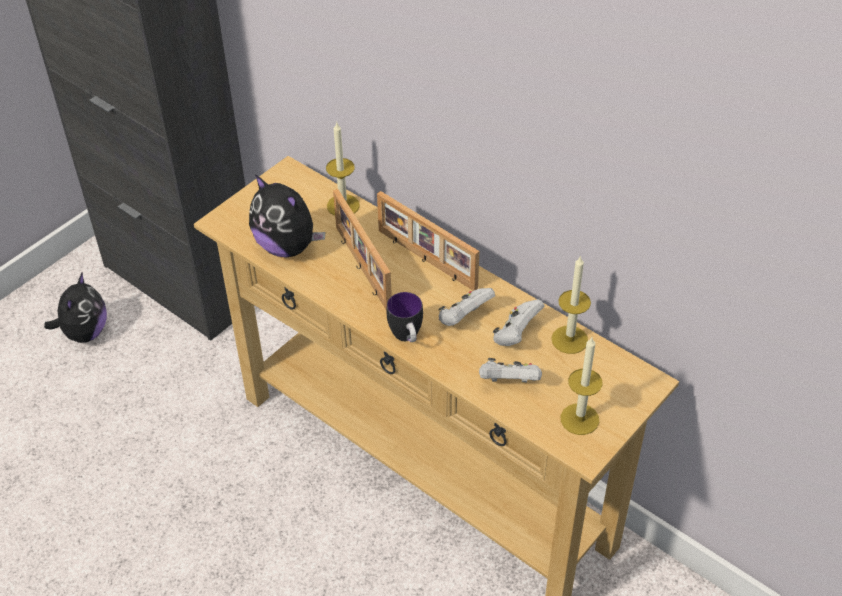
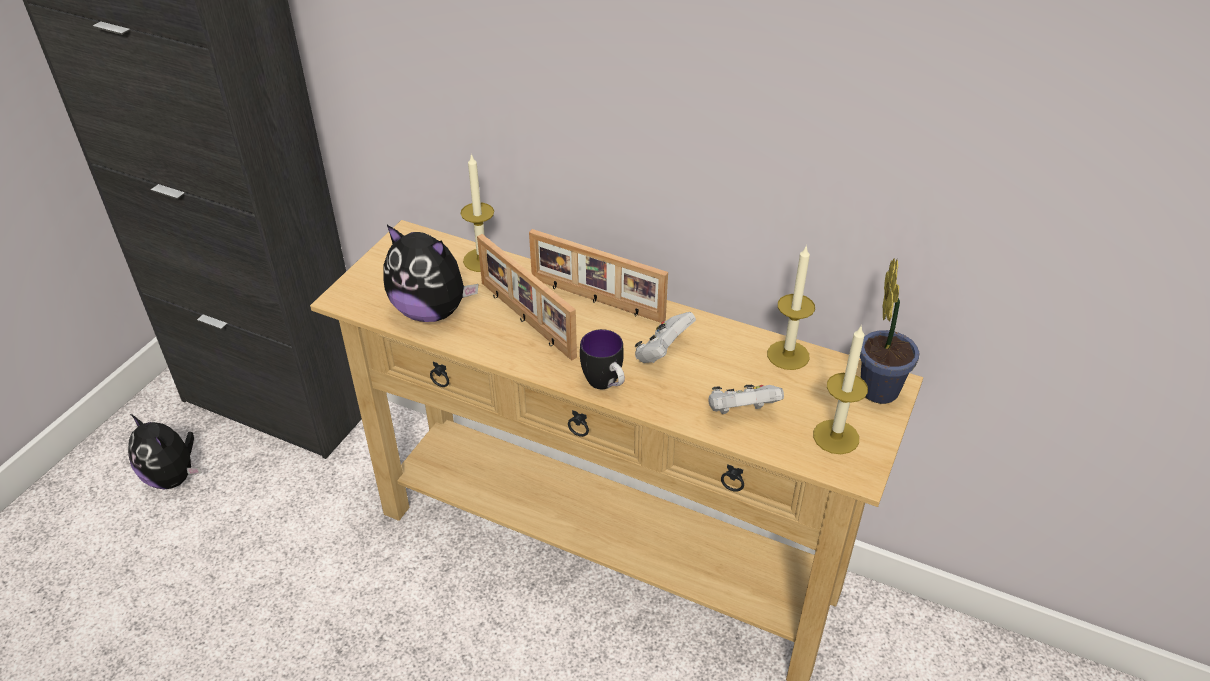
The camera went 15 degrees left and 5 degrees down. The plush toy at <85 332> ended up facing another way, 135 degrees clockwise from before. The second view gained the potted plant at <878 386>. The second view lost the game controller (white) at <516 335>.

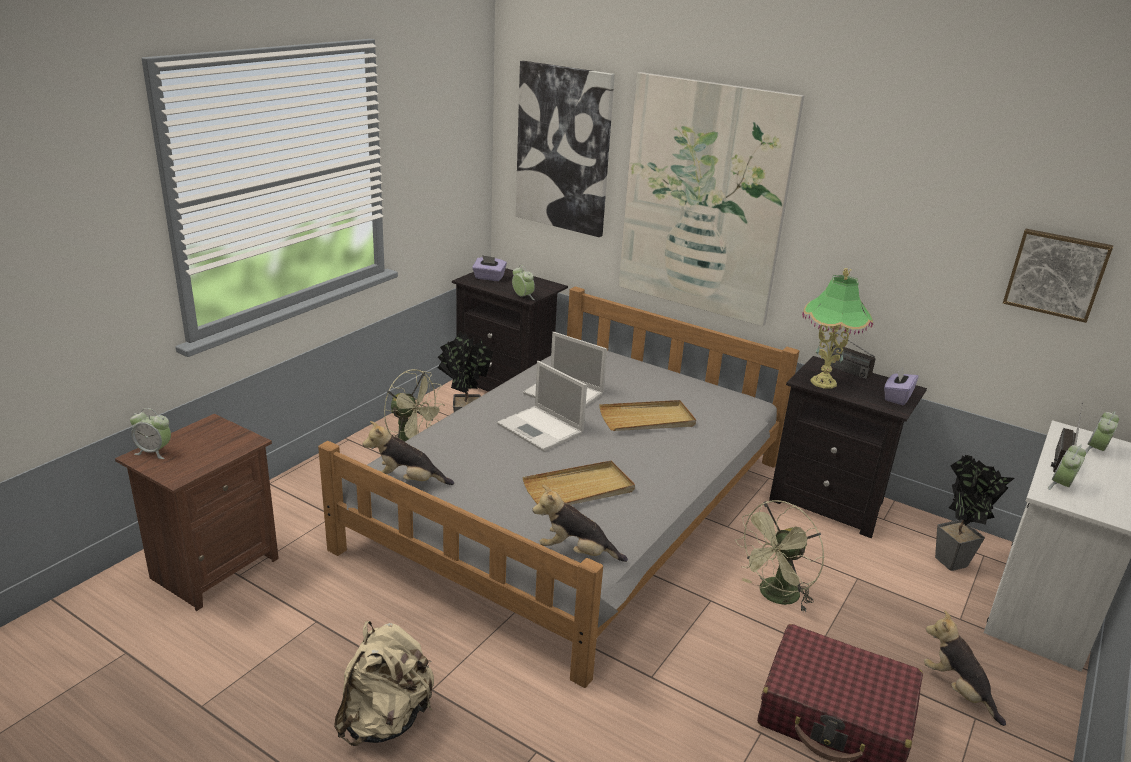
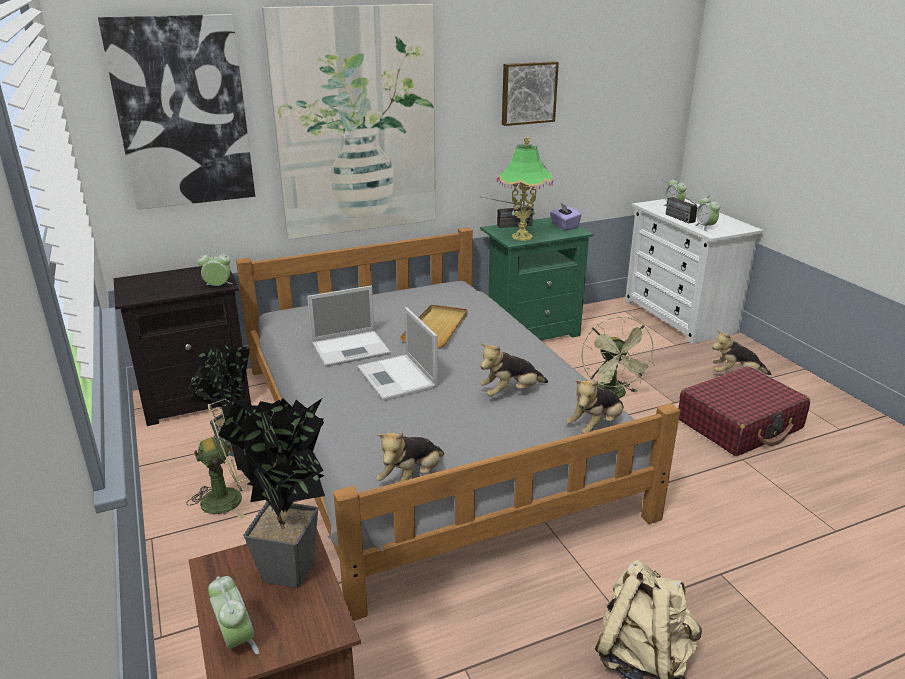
The camera went 55 degrees left and 0 degrees up. The alarm clock at <154 452> ended up facing another way, 75 degrees counterclockwise from before. The potted plant ended up elsewhere, having gone from <952 565> to <294 576>. The laptop at <541 429> ended up facing another way, 75 degrees clockwise from before. What was the nightstand (black) at <831 502> turned into the nightstand (green) at <530 331>. Where the tray (beige) stood at <579 489>, the plush toy came to stand at <511 392>. The picture ended up elsewhere, having gone from <1056 274> to <528 93>. The second view lost the tissue box (purple) at <489 278>.

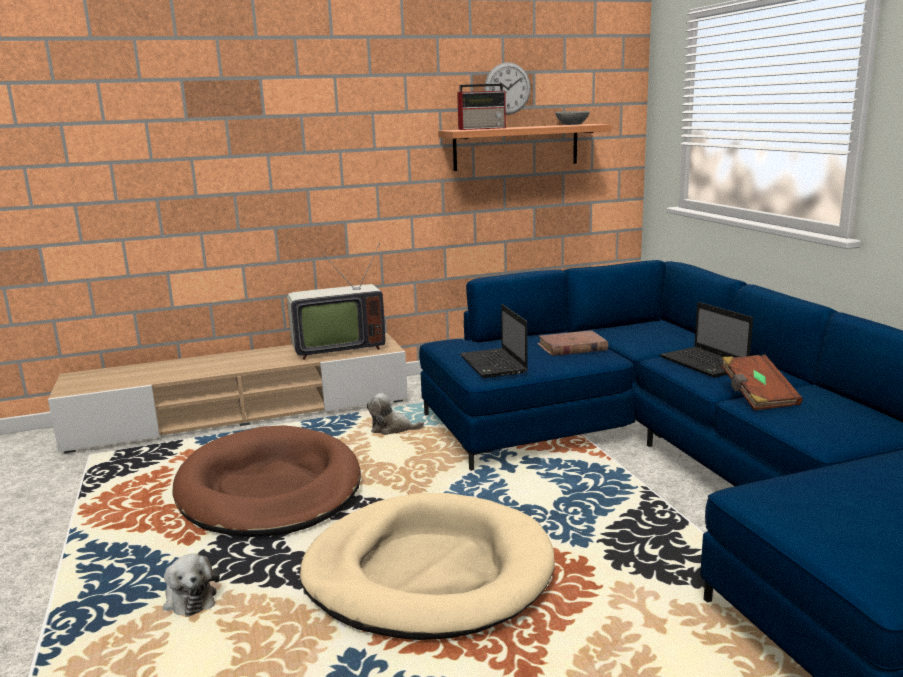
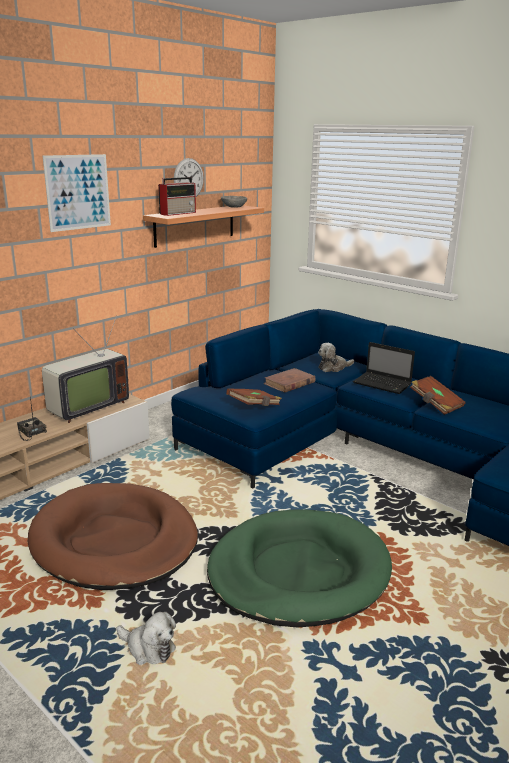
The camera went 30 degrees left and 5 degrees up. The second view gained the radio at <30 432>. The second view gained the picture at <78 192>. What was the dog bed (beige) at <428 572> turned into the dog bed (green) at <298 572>. Where the laptop stood at <494 365>, the book (brown) came to stand at <254 406>. The plush toy ended up elsewhere, having gone from <392 429> to <333 368>.

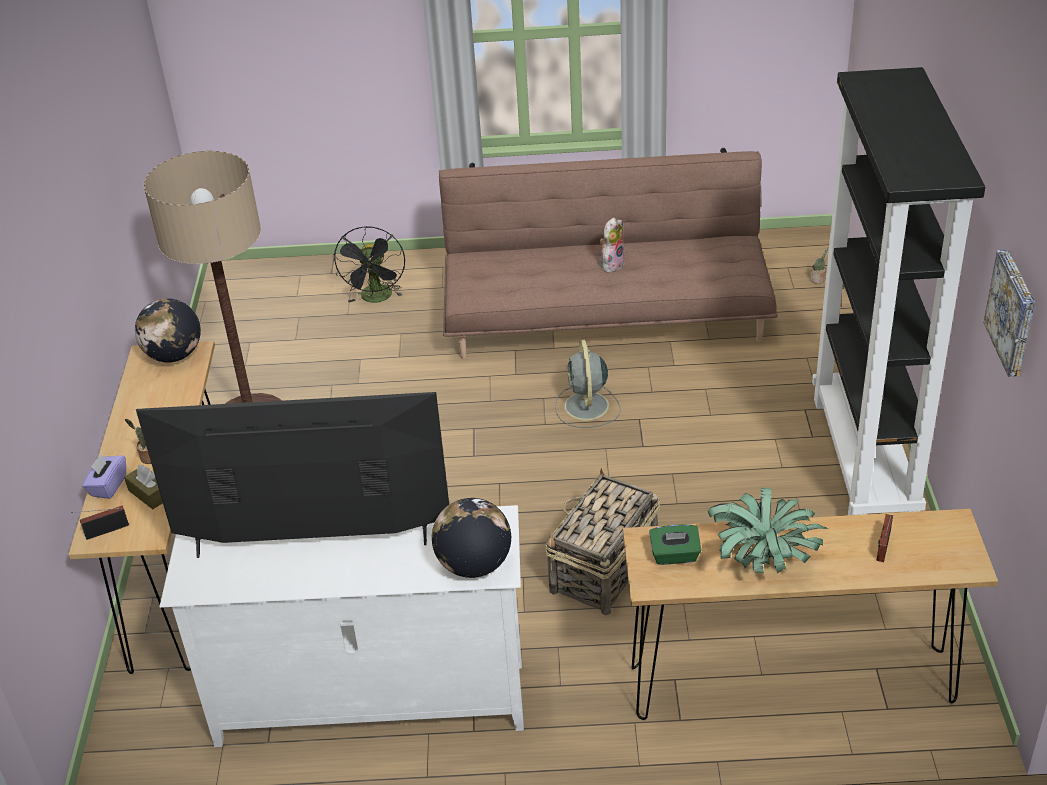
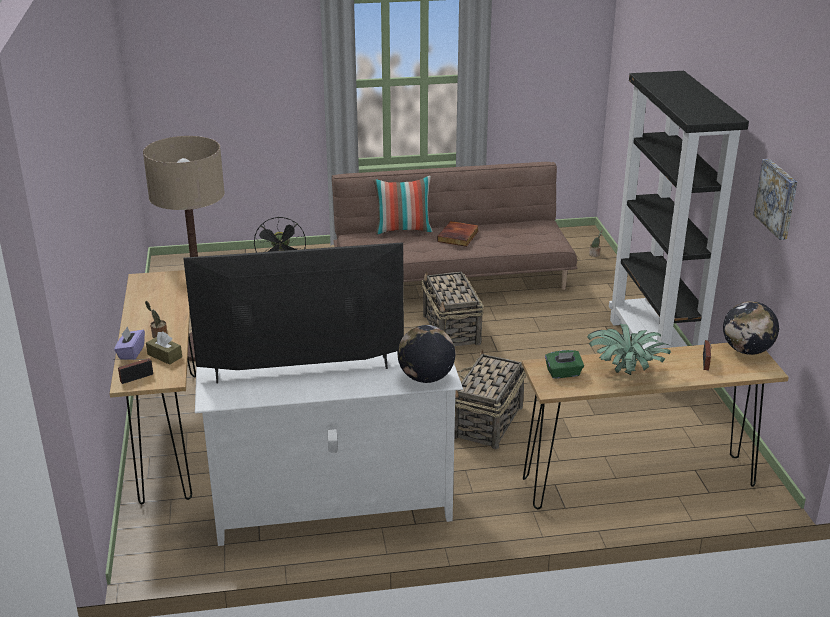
The camera went 10 degrees left and 10 degrees down. The second view gained the pillow at <403 230>. Where the fan (grey) stood at <587 407>, the basket came to stand at <451 330>. Where the plush toy stood at <611 264>, the book came to stand at <458 236>. The globe ended up elsewhere, having gone from <174 355> to <746 350>.

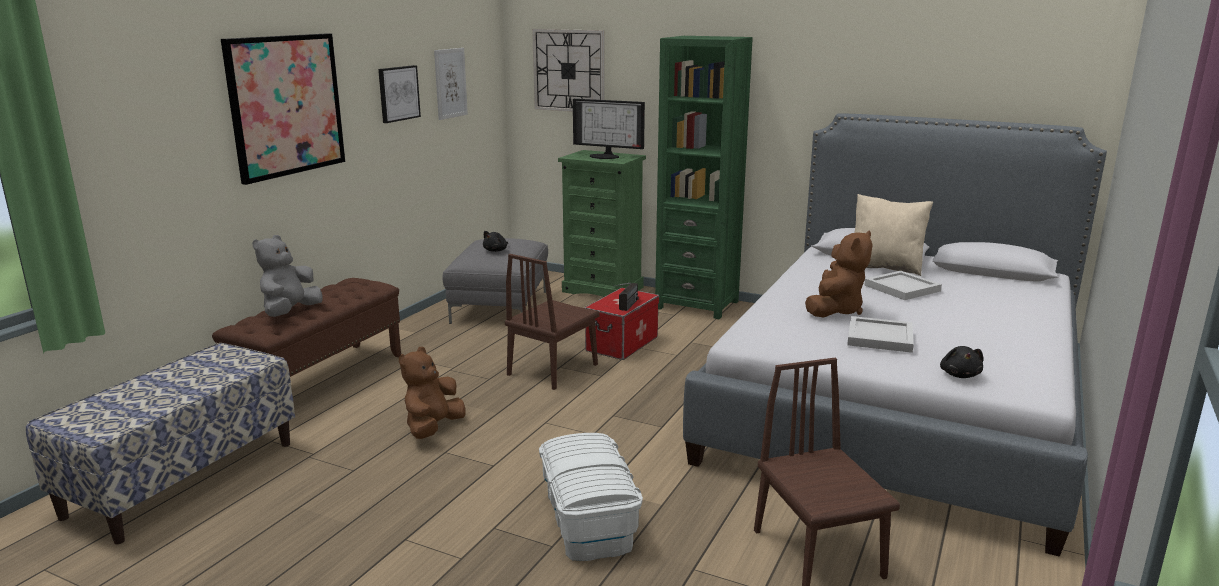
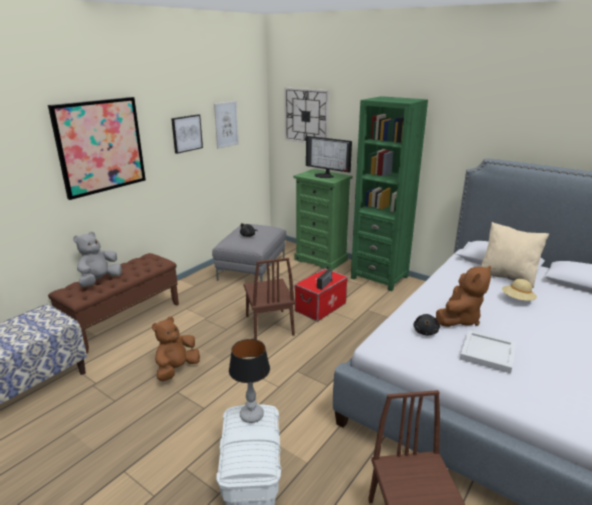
The camera went 10 degrees right and 5 degrees up. The second view gained the table lamp at <251 415>. The chair (brown) at <553 369> ended up facing another way, 60 degrees counterclockwise from before. The plush toy (black) ended up elsewhere, having gone from <960 375> to <425 332>. Where the tray (white) stood at <903 288>, the hat (beige) came to stand at <517 300>.

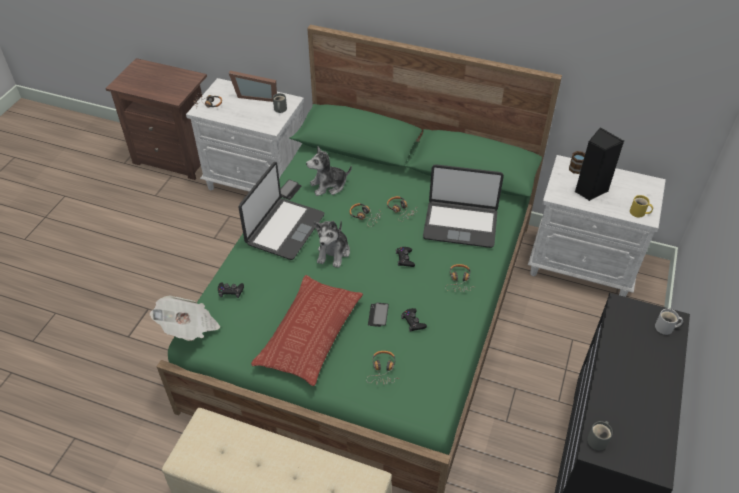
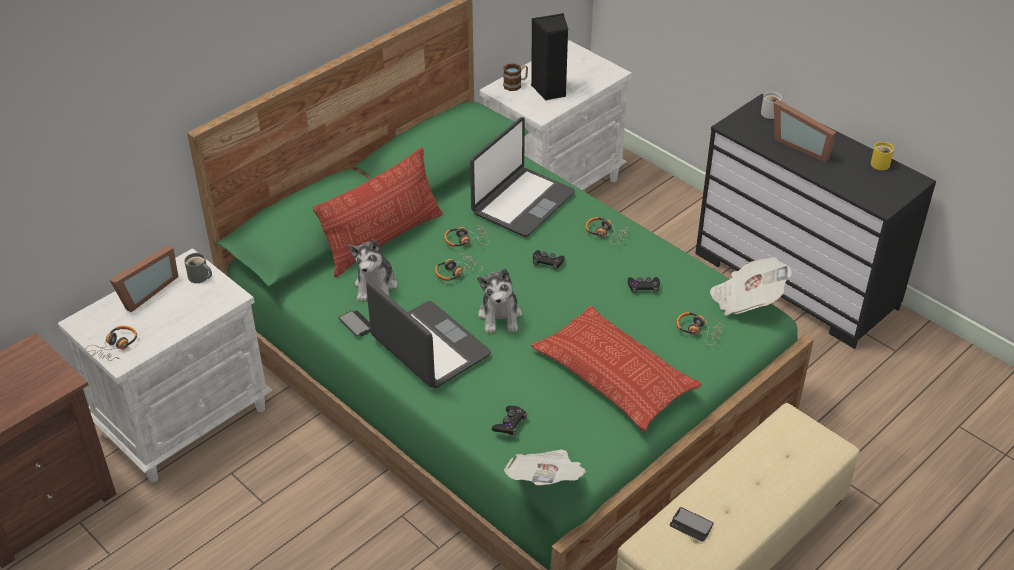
The camera went 65 degrees left and 5 degrees down. The second view gained the pillow at <383 240>. The plush toy at <333 253> ended up facing another way, 45 degrees clockwise from before. The phone ended up elsewhere, having gone from <378 315> to <691 525>. The second view gained the newspaper at <746 300>. The second view gained the picture frame at <802 145>. The mug (yellow) ended up elsewhere, having gone from <638 213> to <882 164>. The second view lost the mug (grey) at <598 440>.

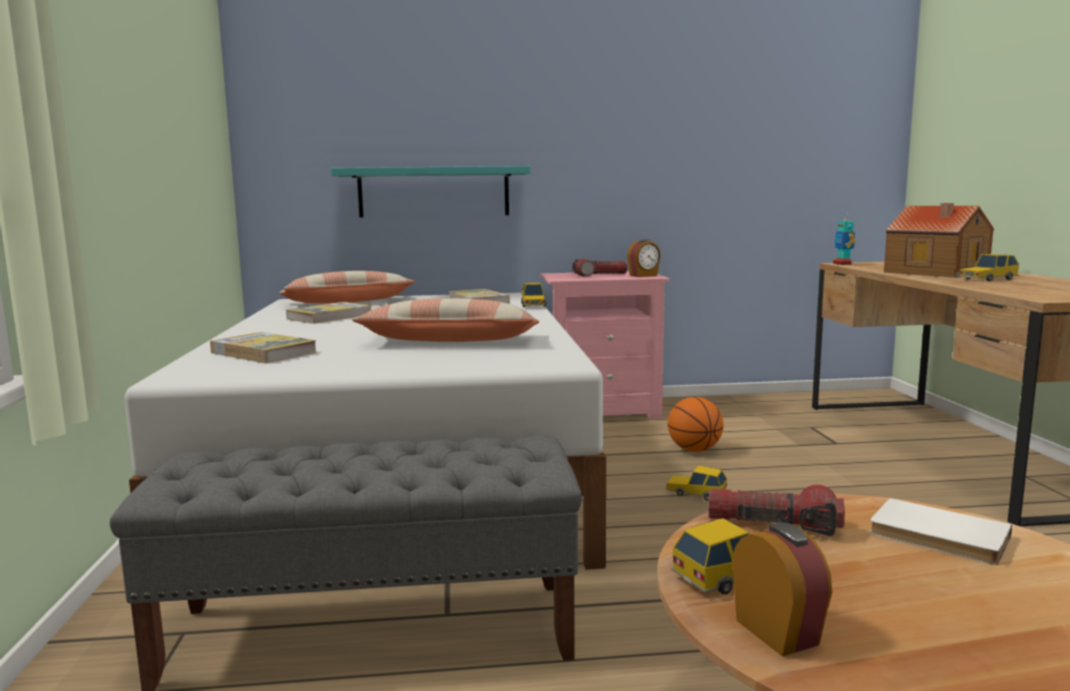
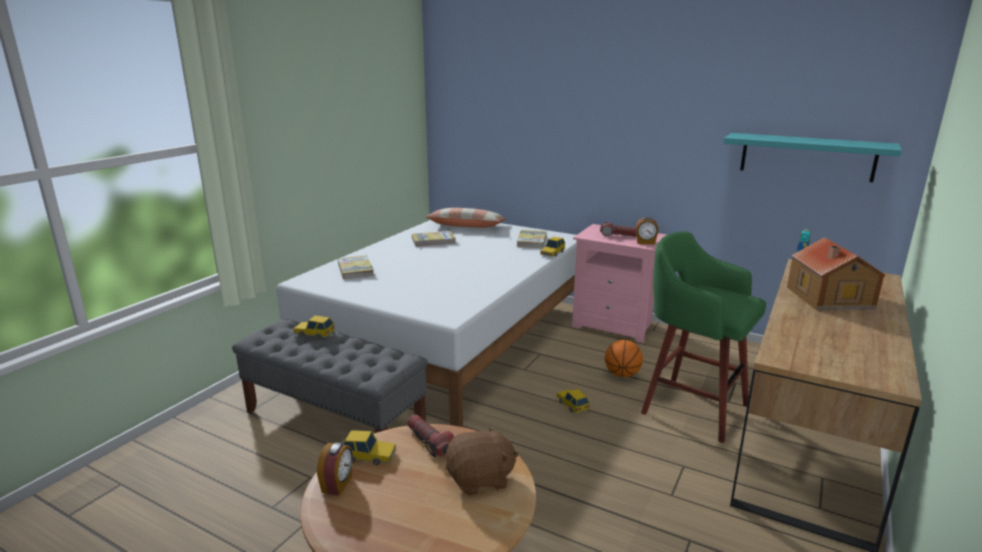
The camera went 35 degrees right and 10 degrees up. The toy car ended up elsewhere, having gone from <987 279> to <314 333>. Where the book (white) stood at <937 537>, the plush toy (brown) came to stand at <480 479>. The second view gained the stool (green) at <691 407>. The shelf (turquoise) ended up elsewhere, having gone from <434 192> to <807 157>. The second view lost the pillow at <450 341>.

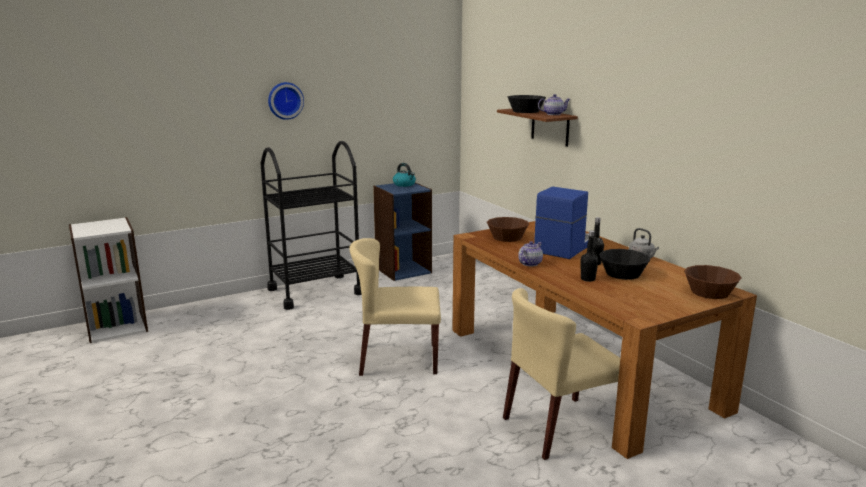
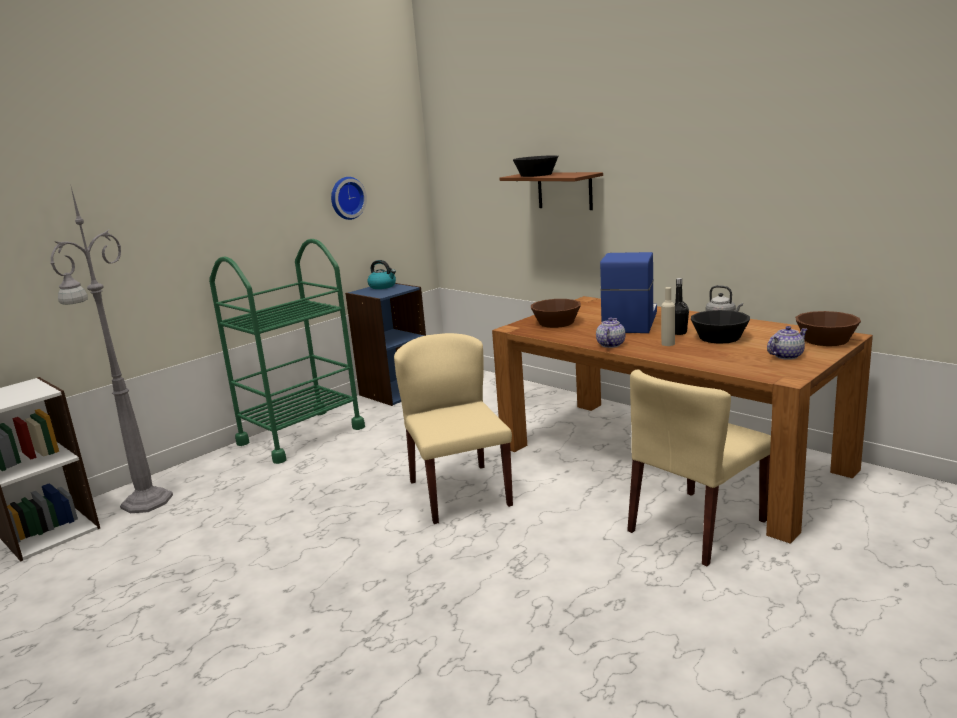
The camera went 15 degrees left and 0 degrees up. The second view gained the floor lamp (grey) at <145 503>. What was the cart (black) at <315 291> turned into the cart (green) at <301 435>. The wall clock ended up elsewhere, having gone from <285 100> to <346 198>. The chair (beige) at <398 359> ended up facing another way, 90 degrees clockwise from before. The second view gained the bottle (beige) at <668 344>. The teapot ended up elsewhere, having gone from <553 114> to <786 356>. The second view lost the bottle (black) at <588 279>.

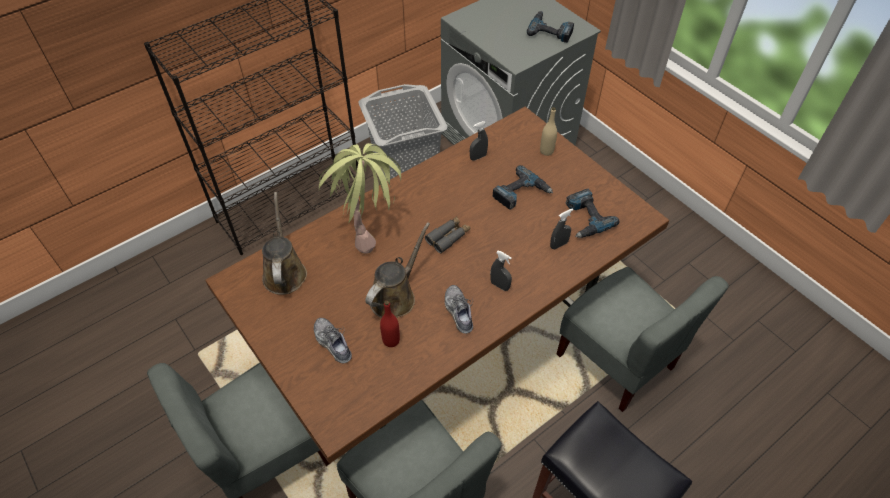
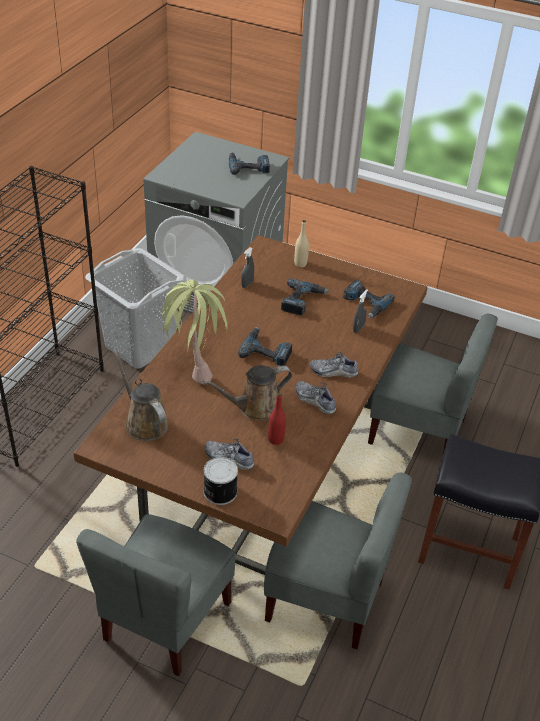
The camera went 30 degrees left and 10 degrees down. The watering can (brown) at <395 296> ended up facing another way, 120 degrees counterclockwise from before. The second view gained the can at <219 492>. Where the binoculars (grey) stood at <448 237>, the power drill came to stand at <266 351>. Where the spray bottle (grey) stood at <499 285>, the shoe came to stand at <333 371>.

